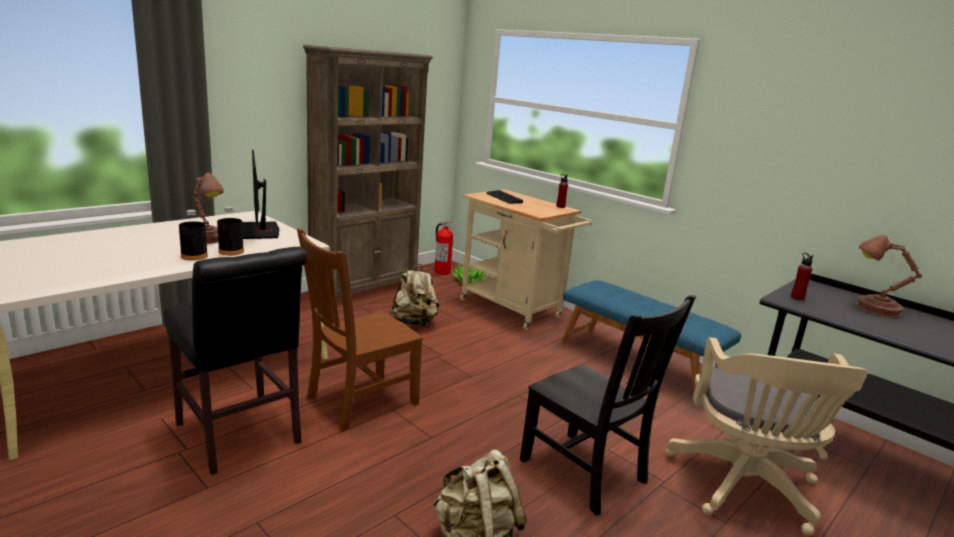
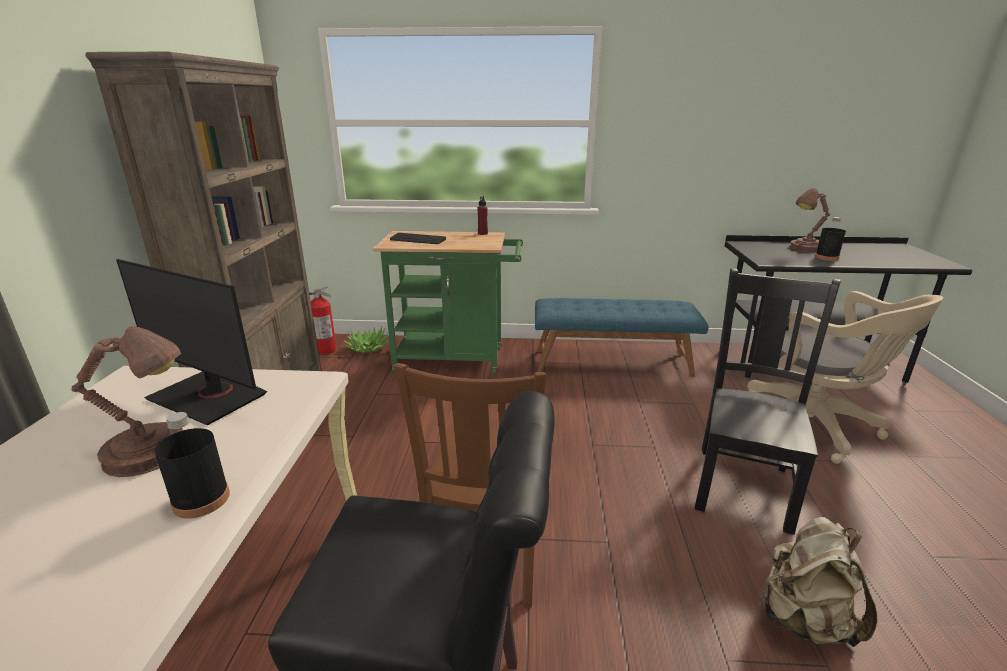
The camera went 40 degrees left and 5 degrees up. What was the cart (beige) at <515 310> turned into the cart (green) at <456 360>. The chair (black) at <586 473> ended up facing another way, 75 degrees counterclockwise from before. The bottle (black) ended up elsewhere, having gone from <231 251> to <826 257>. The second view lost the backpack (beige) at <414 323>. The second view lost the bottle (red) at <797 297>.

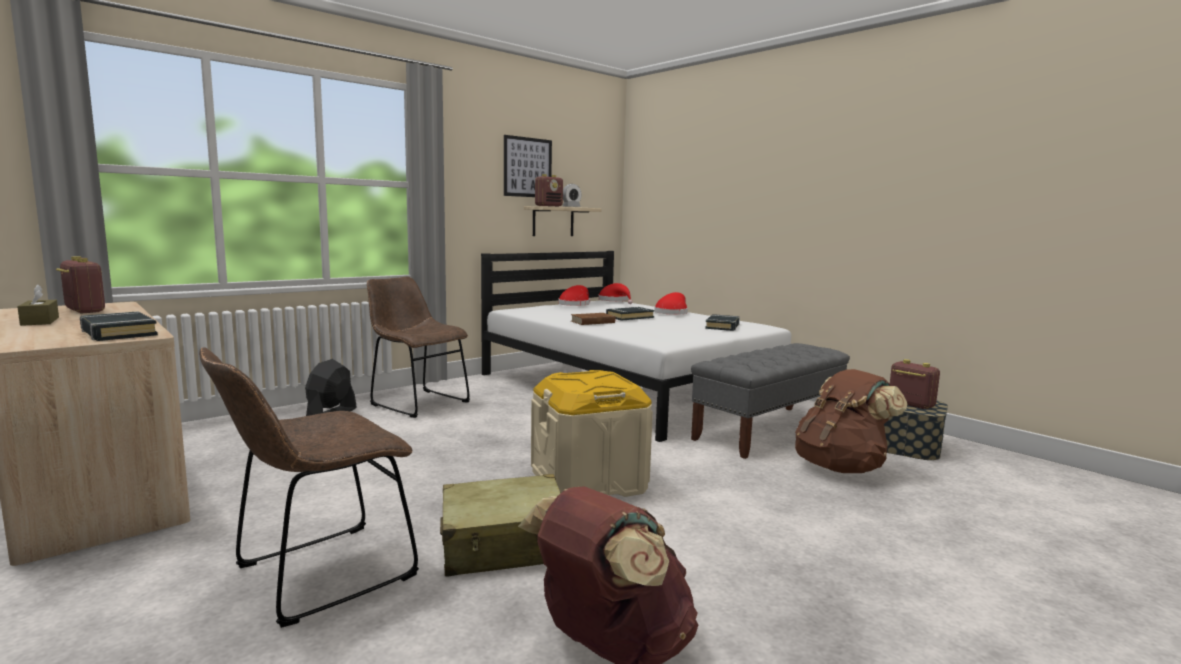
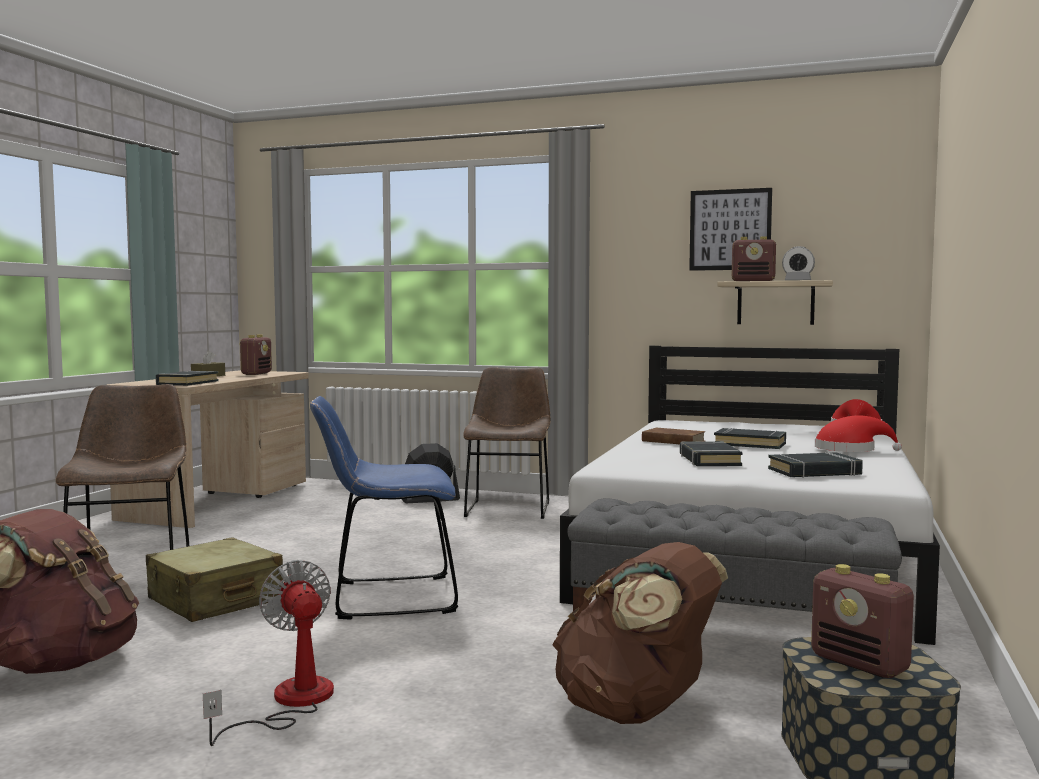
The camera went 60 degrees right and 5 degrees down. The chair (brown) at <317 575> ended up facing another way, 60 degrees clockwise from before. The second view gained the fan at <289 703>. Where the storage box (beige) stood at <588 482>, the chair (blue) came to stand at <386 598>. The second view gained the book (black) at <709 460>. The radio at <910 404> ended up facing another way, 120 degrees clockwise from before. The second view lost the hat (red) at <575 304>.

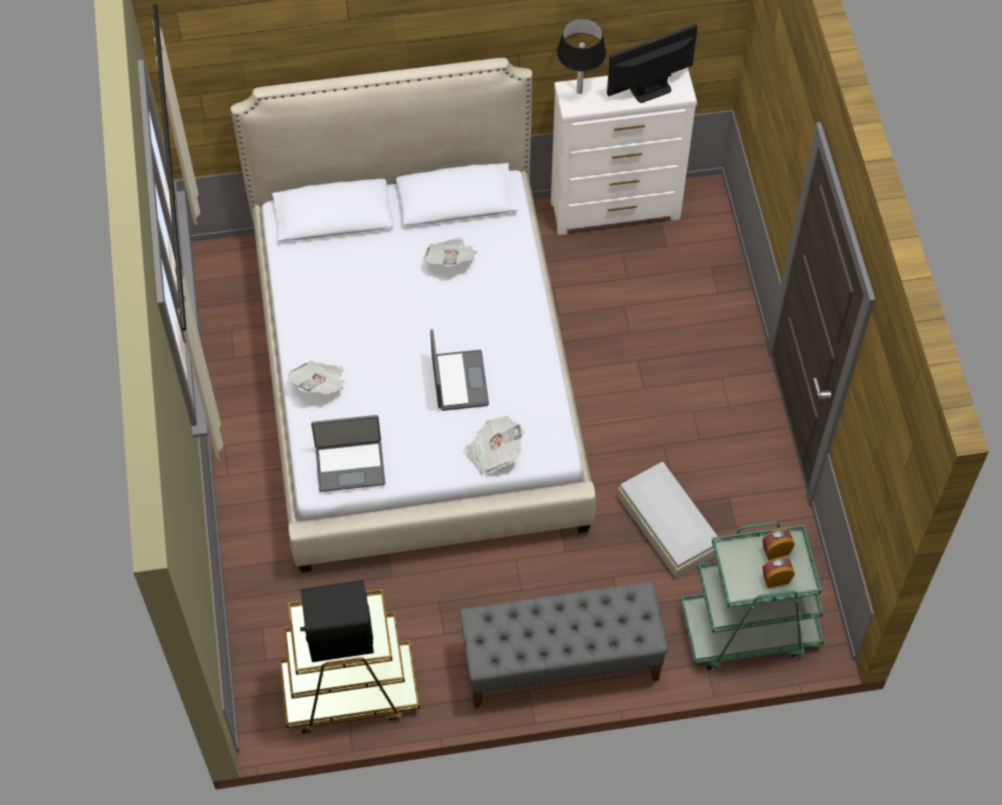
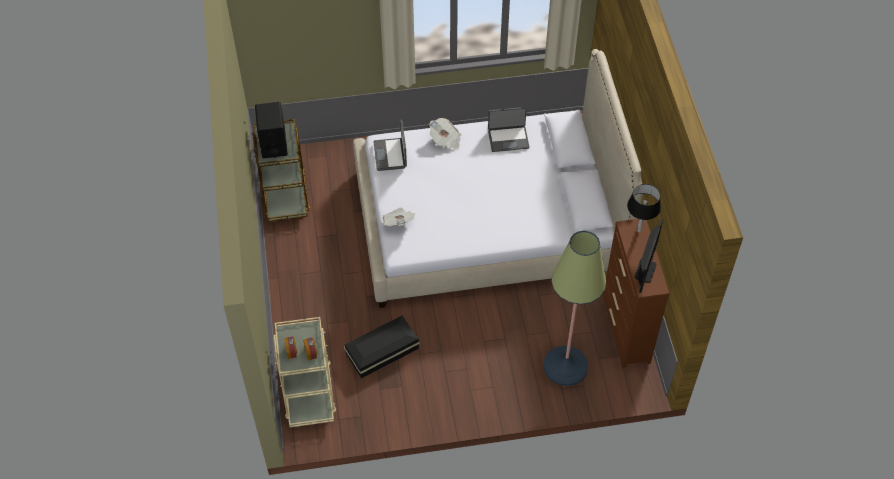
The camera went 90 degrees right and 5 degrees down. What was the cart (green) at <748 628> turned into the cart (beige) at <308 392>. What was the storage box (white) at <668 524> turned into the storage box (black) at <383 351>. The laptop ended up elsewhere, having gone from <458 381> to <508 138>. The second view gained the floor lamp at <565 366>. What was the dresser (white) at <616 210> turned into the dresser (brown) at <626 329>. The monitor at <650 89> ended up facing another way, 45 degrees clockwise from before. The second view lost the newspaper at <450 260>. The second view lost the bench (grey) at <560 662>.

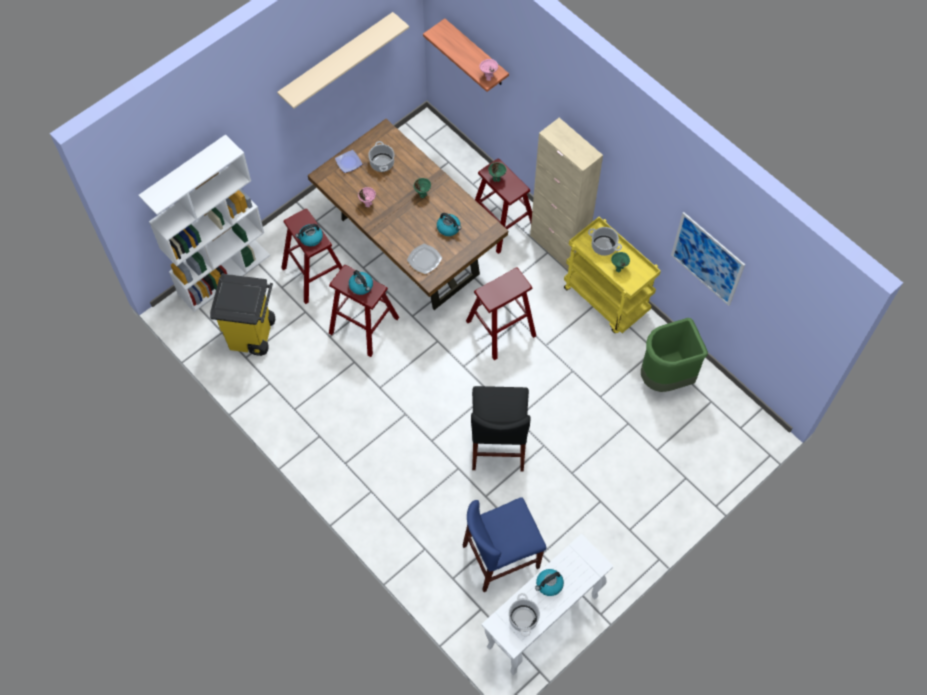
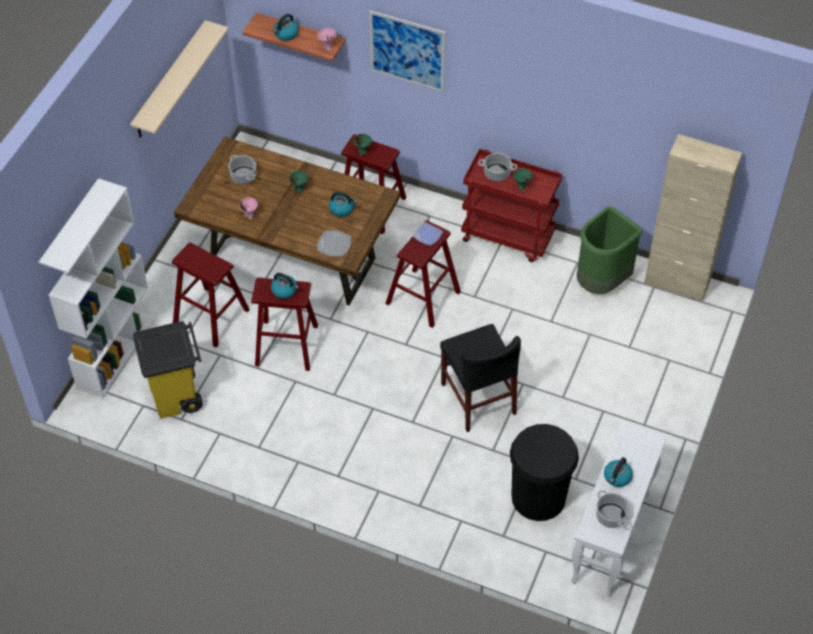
The camera went 25 degrees left and 10 degrees down. The kettle ended up elsewhere, having gone from <310 238> to <286 34>. The picture ended up elsewhere, having gone from <707 259> to <407 51>. The plate ended up elsewhere, having gone from <348 162> to <427 235>. What was the cart (yellow) at <606 300> turned into the cart (red) at <509 236>. Where the chair (blue) stood at <501 556>, the trash can (black) came to stand at <538 497>. The cabinet (beige) ended up elsewhere, having gone from <558 246> to <676 283>.

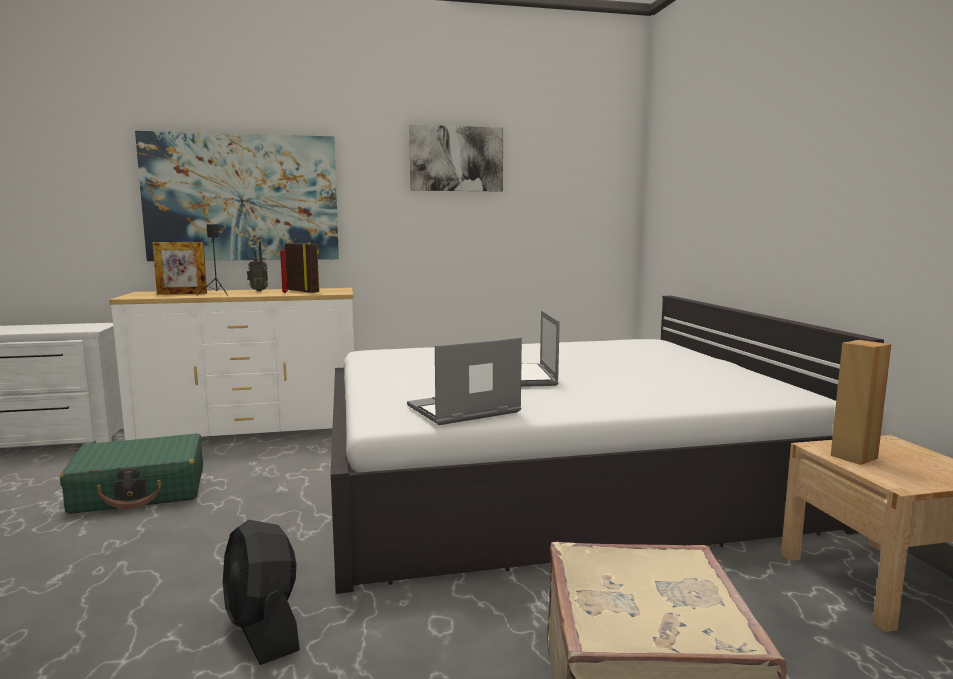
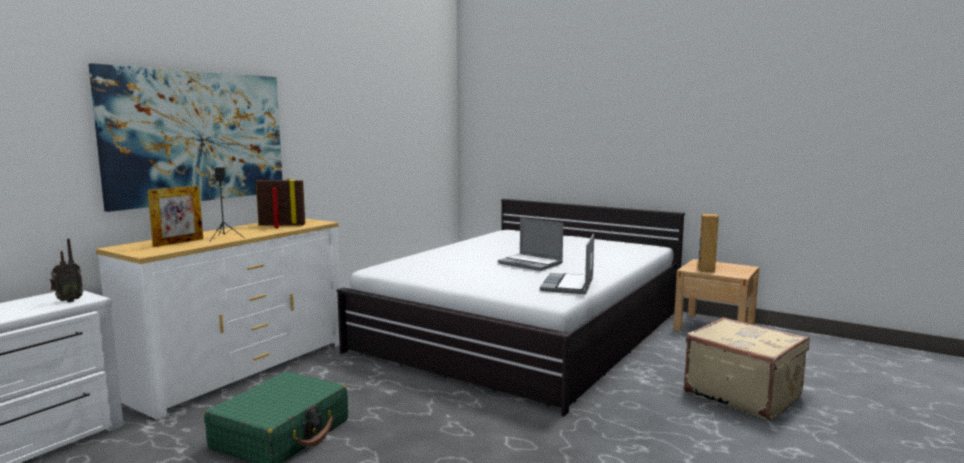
The camera went 45 degrees left and 0 degrees up. The radio ended up elsewhere, having gone from <259 290> to <68 301>. The second view lost the fan (black) at <263 629>. The second view lost the picture at <456 159>.

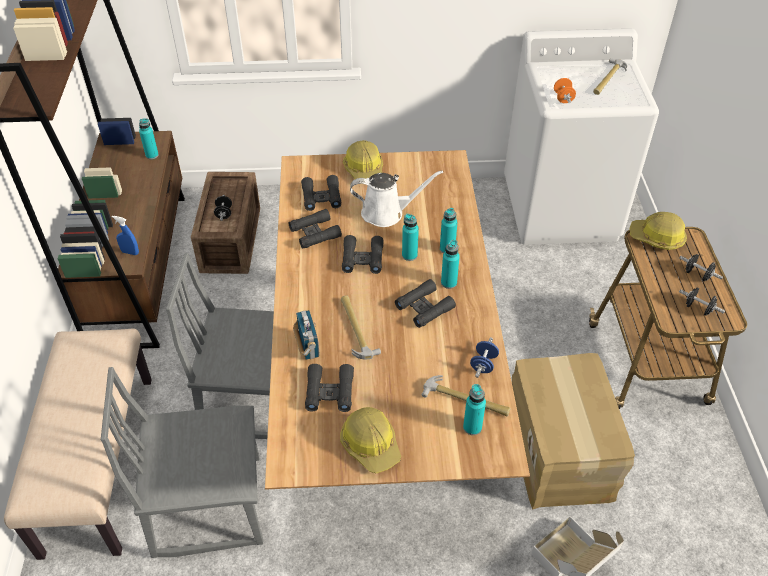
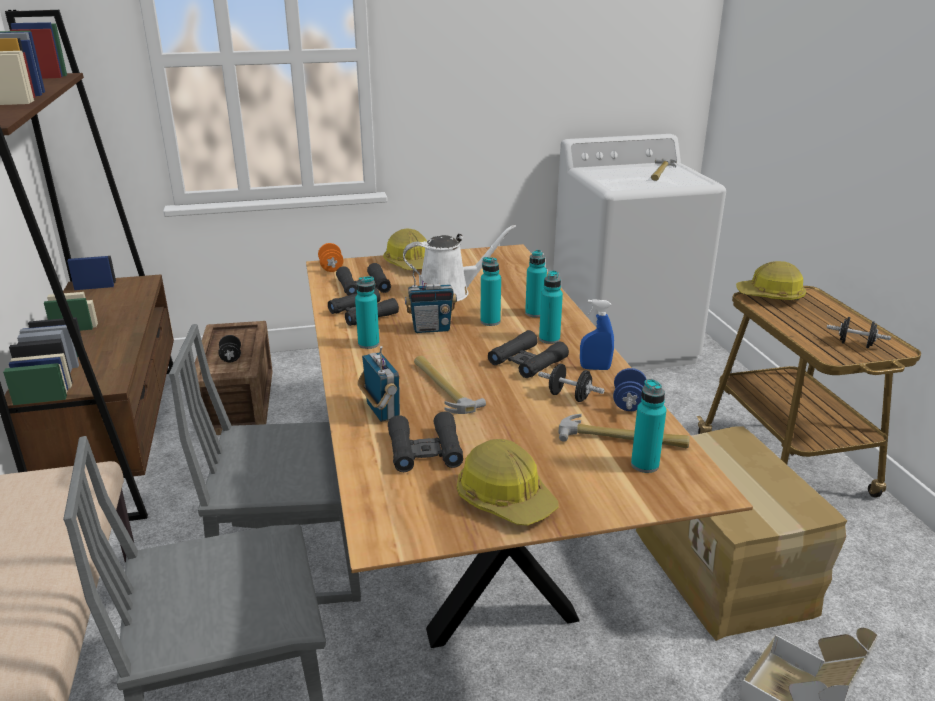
The camera went 10 degrees left and 20 degrees down. The dumbbell (orange) ended up elsewhere, having gone from <563 98> to <331 268>. The bottle (turquoise) ended up elsewhere, having gone from <152 155> to <368 344>. Where the binoculars (black) stood at <362 258>, the radio came to stand at <431 329>. The dumbbell (black) ended up elsewhere, having gone from <697 275> to <569 396>. The spray bottle (blue) ended up elsewhere, having gone from <130 252> to <595 368>.

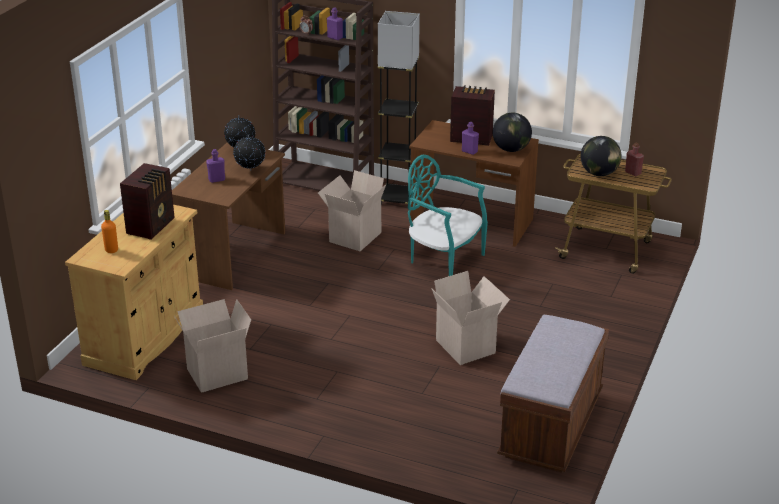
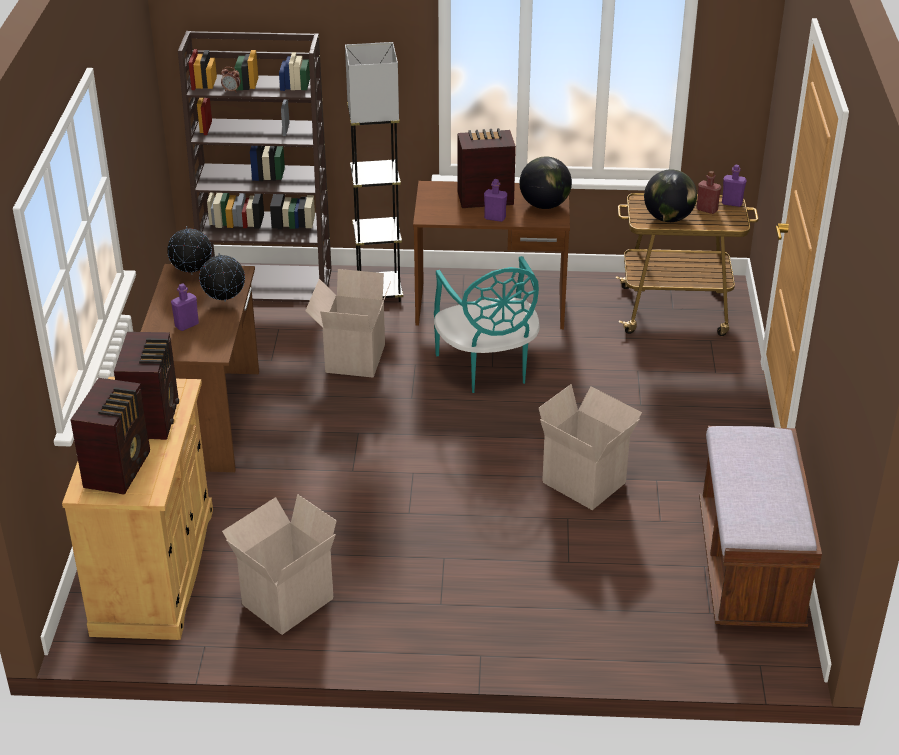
The camera went 20 degrees left and 5 degrees up. Where the bottle (orange) stood at <111 250>, the radio came to stand at <119 469>. The chair (turquoise) at <443 261> ended up facing another way, 120 degrees counterclockwise from before. The bottle (purple) ended up elsewhere, having gone from <335 37> to <732 203>.

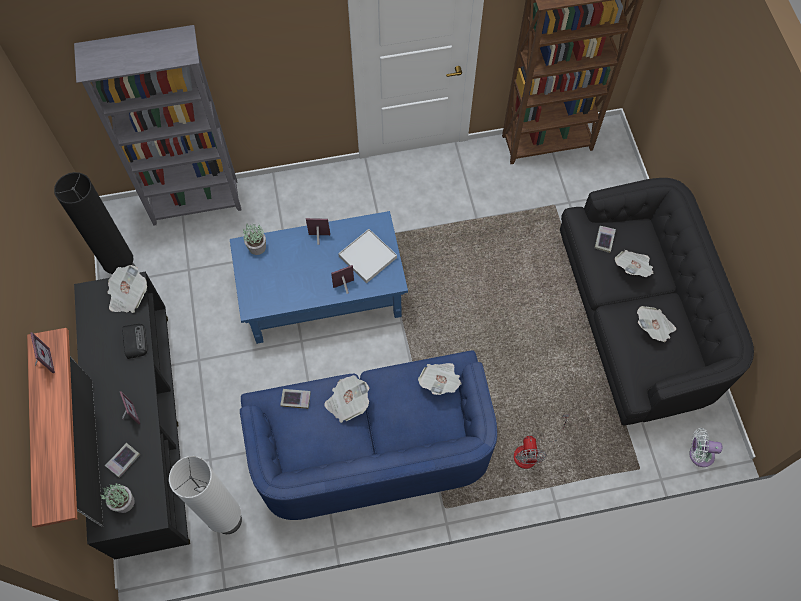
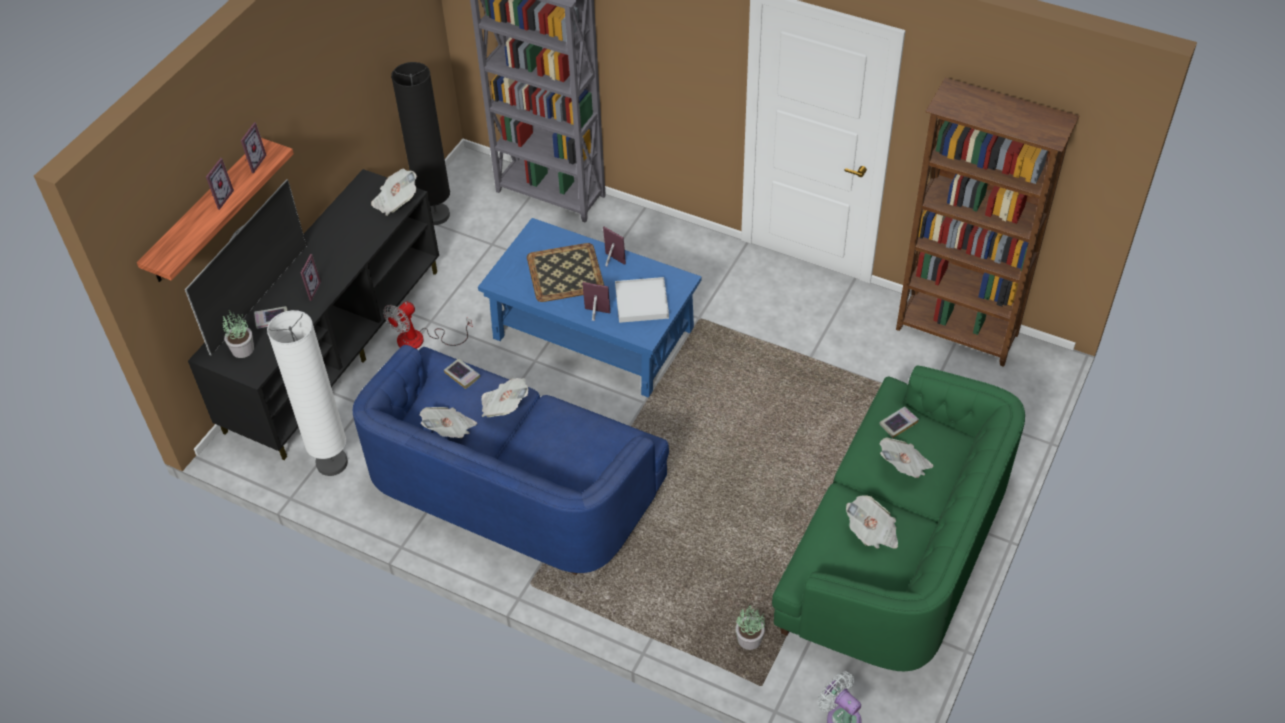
The camera went 40 degrees right and 15 degrees down. The second view gained the picture frame at <219 198>. The fan ended up elsewhere, having gone from <531 451> to <420 340>. The newspaper ended up elsewhere, having gone from <440 381> to <450 430>. The second view gained the tray at <566 273>. The potted plant ended up elsewhere, having gone from <257 247> to <750 639>. What was the sofa (black) at <636 320> turned into the sofa (green) at <895 550>. The second view lost the radio at <135 341>.

